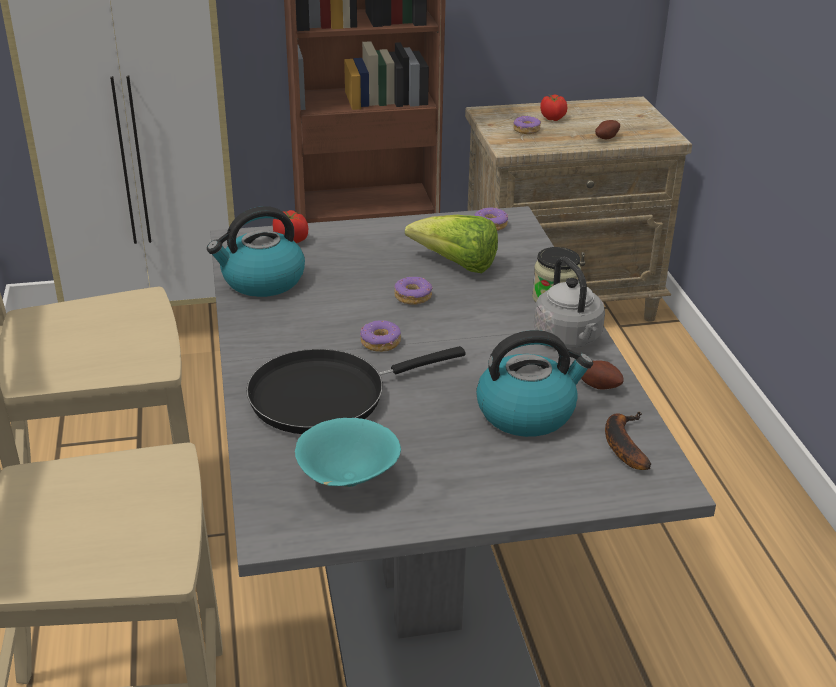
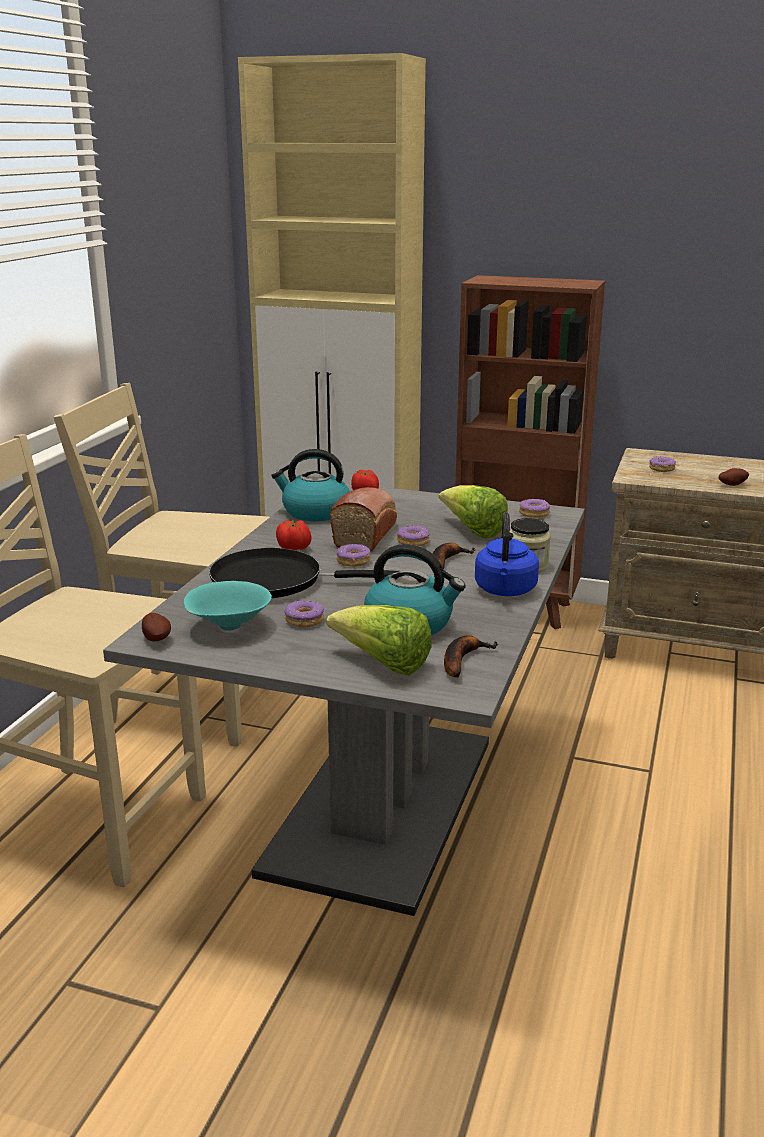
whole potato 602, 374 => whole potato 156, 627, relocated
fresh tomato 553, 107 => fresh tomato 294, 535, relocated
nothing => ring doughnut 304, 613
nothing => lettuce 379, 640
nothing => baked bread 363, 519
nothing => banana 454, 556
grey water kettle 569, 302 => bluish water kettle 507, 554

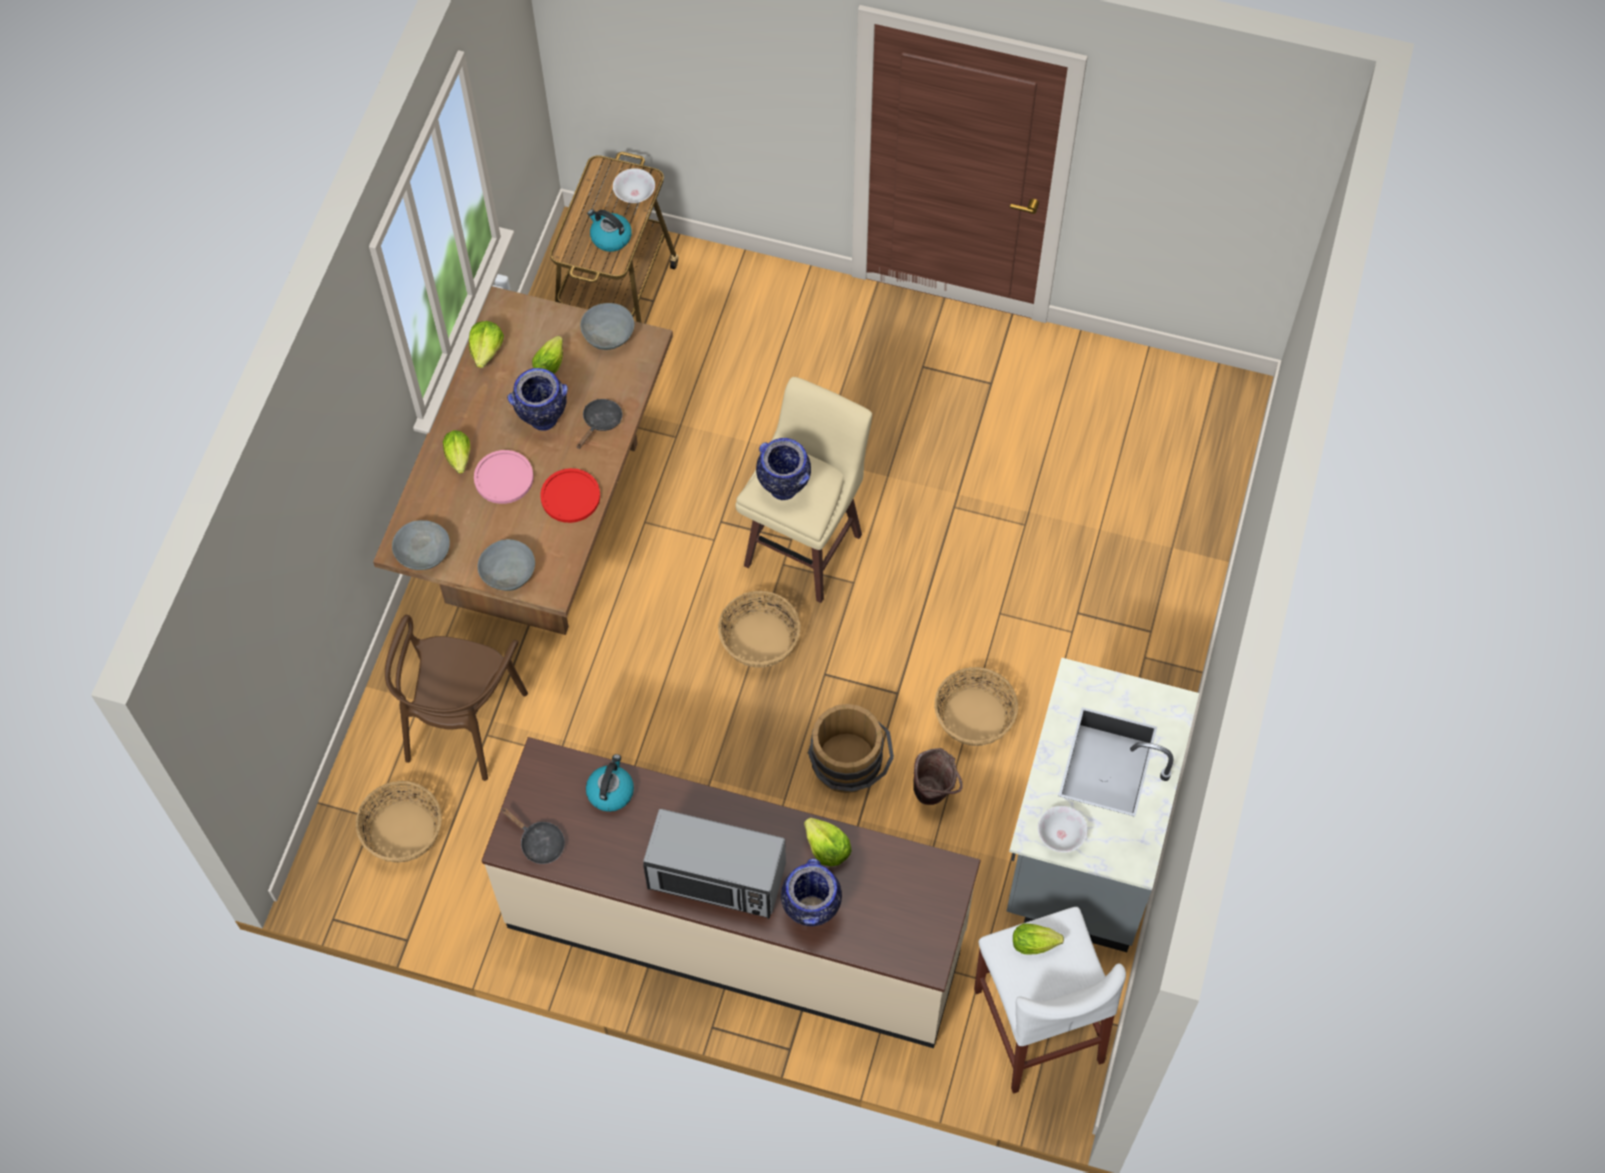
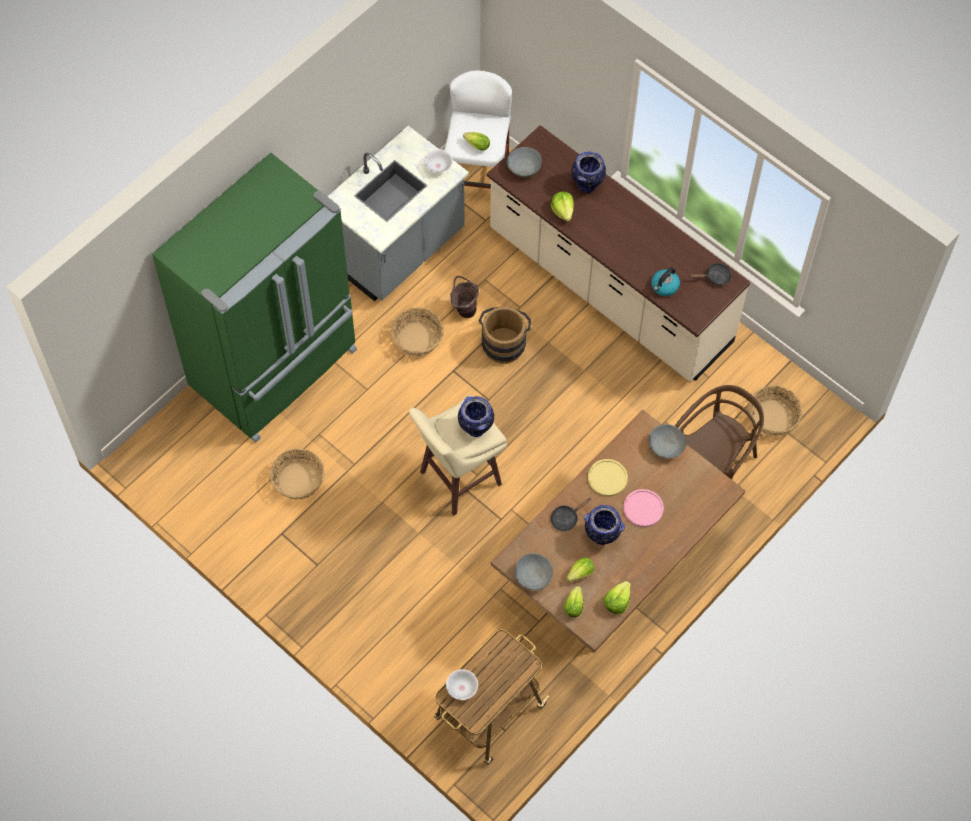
nothing => greenish refrigerator 254, 298
household basket 759, 629 => household basket 297, 474, relocated
grey serving bowl 421, 545 => grey serving bowl 524, 162, relocated
lettuce 456, 452 => lettuce 573, 601, relocated
red-coloured dinner plate 570, 495 => yellow-coloured dinner plate 608, 478
blackish frying pan 533, 836 => blackish frying pan 710, 274, 105 degrees clockwise
water kettle 609, 230 => nothing
microwave 714, 864 => nothing

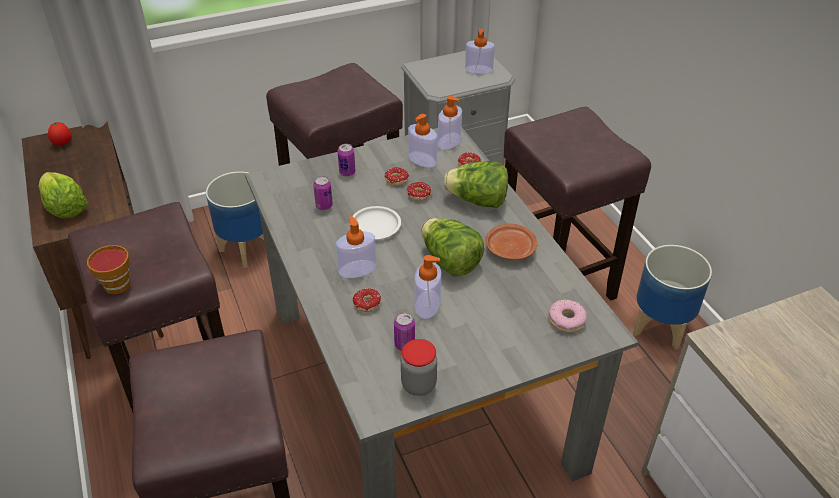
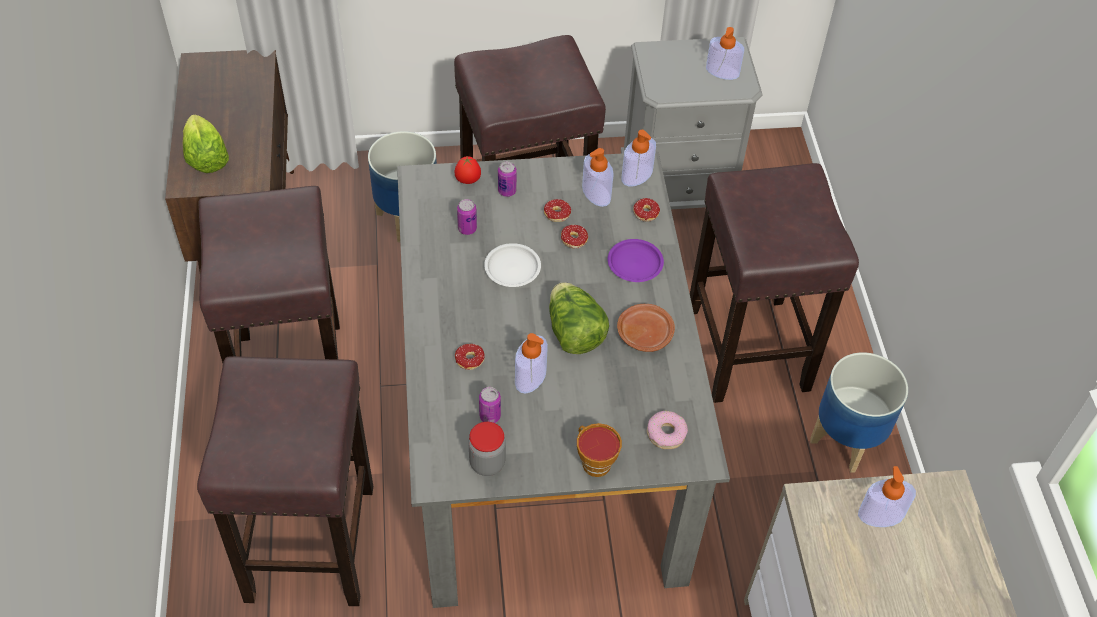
fresh tomato 60, 133 => fresh tomato 468, 170, relocated
cup 108, 269 => cup 599, 450, relocated
lettuce 476, 184 => purple dinner plate 636, 260
soap bottle 356, 247 => soap bottle 887, 496, relocated

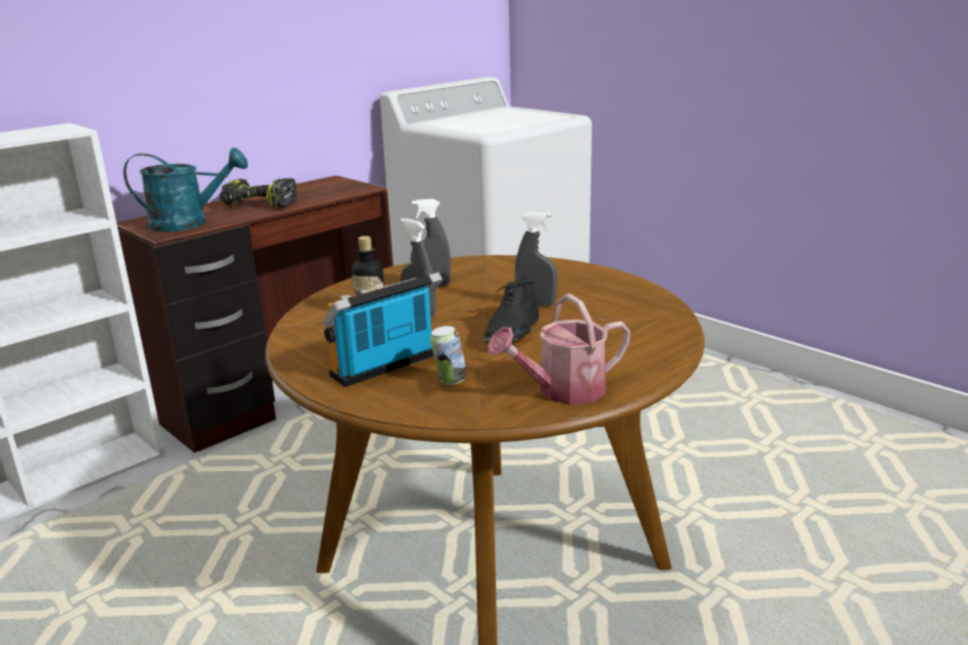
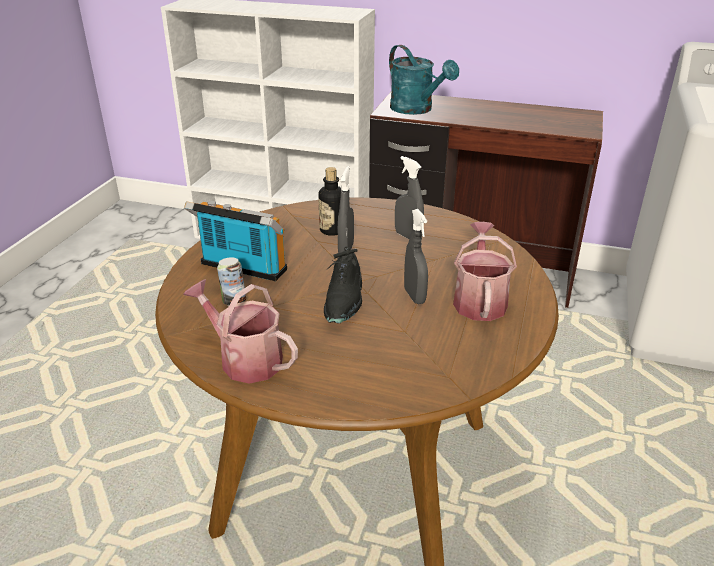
blackish item of footwear 511, 310 => blackish item of footwear 343, 285, 75 degrees counterclockwise
nothing => sprinkling can 485, 271
electric drill 258, 193 => nothing

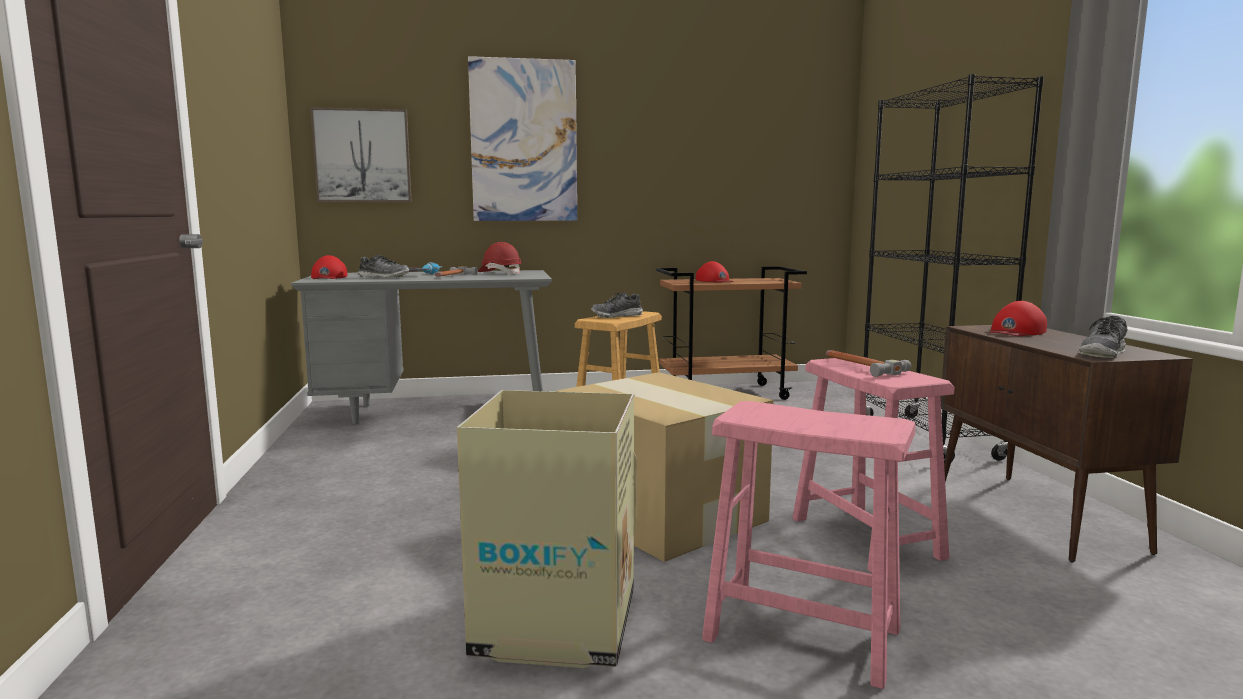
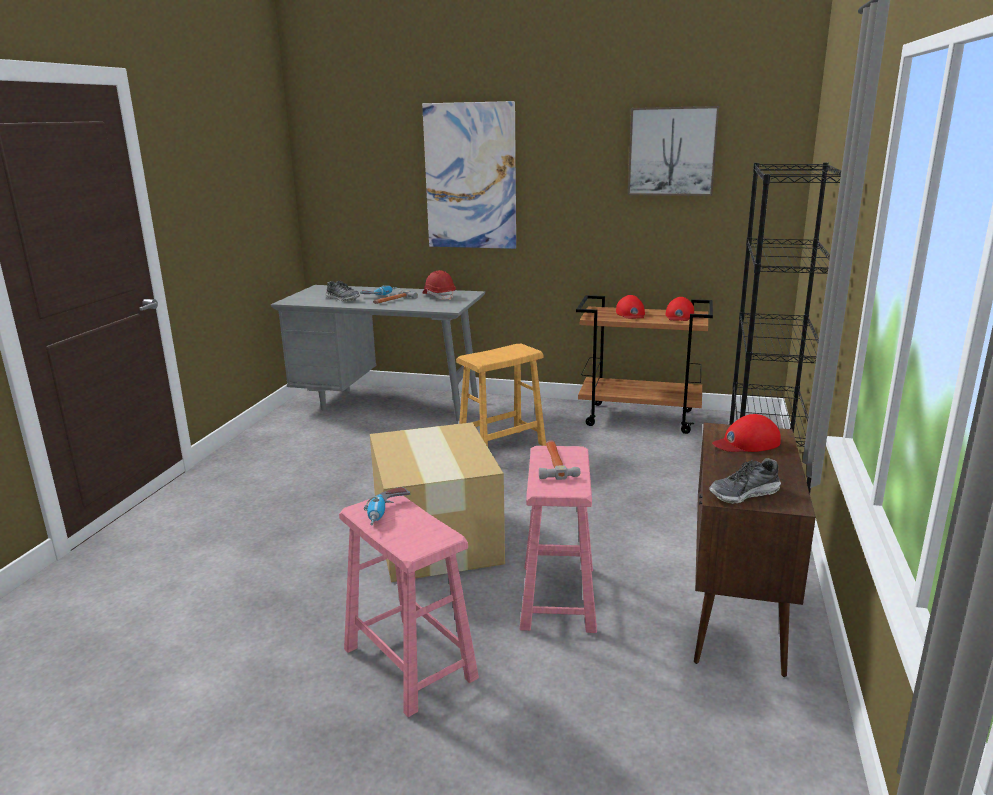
nothing => electric drill 387, 506
wall picture 361, 154 => wall picture 673, 151, relocated
red-coloured peaked cap 329, 267 => red-coloured peaked cap 679, 309, relocated
cardboard box 547, 529 => nothing
item of footwear 617, 305 => nothing

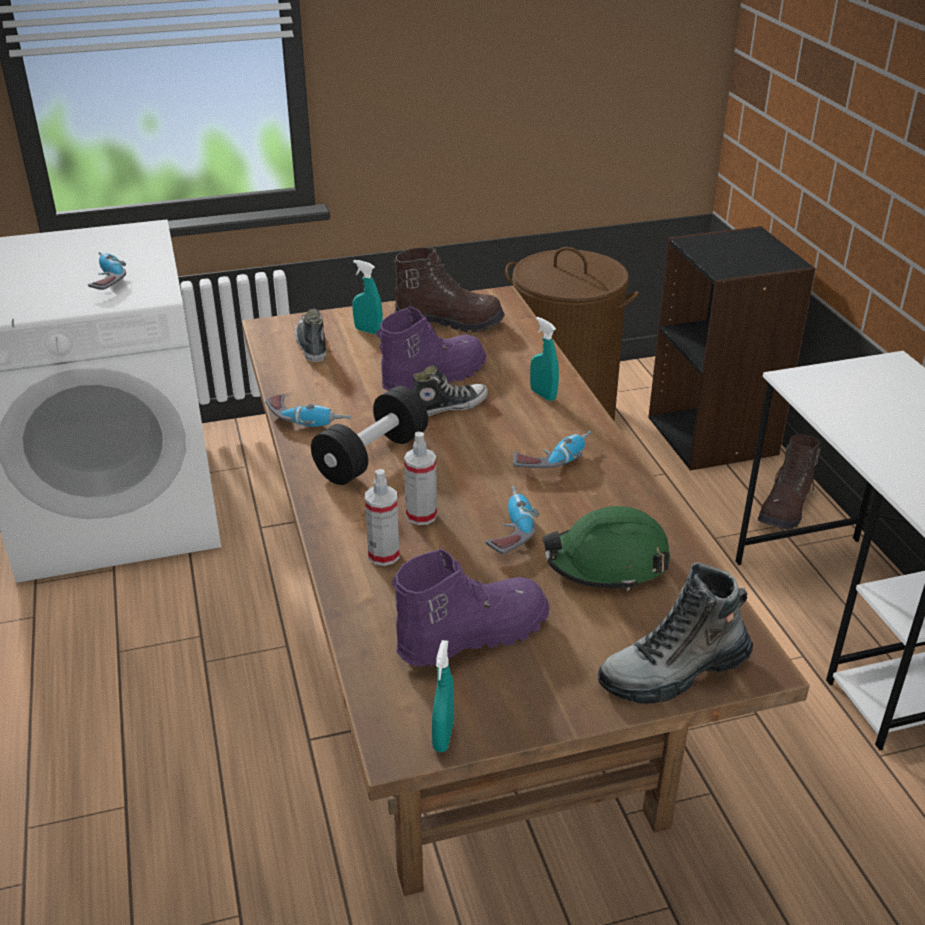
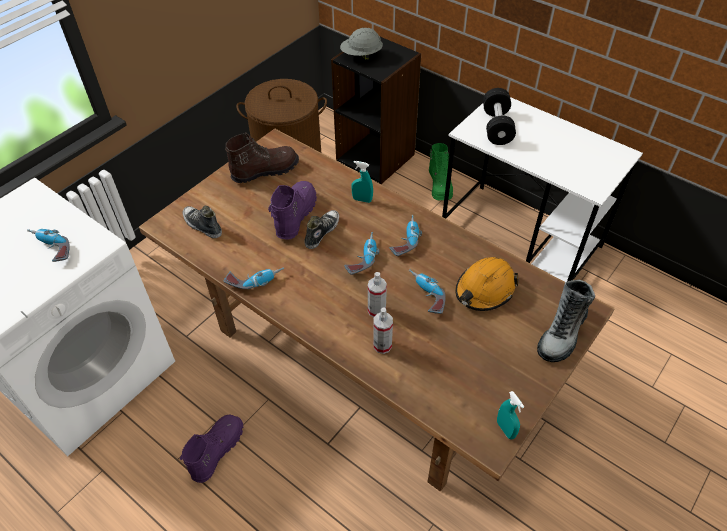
purple high-top boot 471, 608 => purple high-top boot 211, 449, relocated
nothing => grey work helmet 361, 44
nothing => electric drill 362, 253
brownish high-top boot 790, 482 => greenish high-top boot 441, 171
greenish work helmet 606, 548 => orange-coloured work helmet 487, 284
blackish free weight 369, 435 => blackish free weight 499, 116, relocated
blue-green spray bottle 367, 297 => nothing

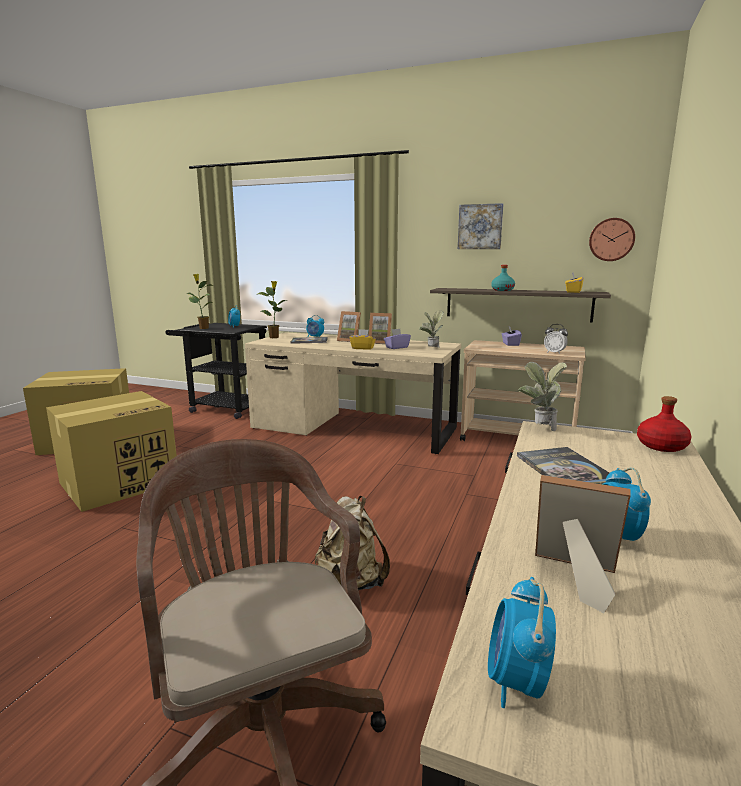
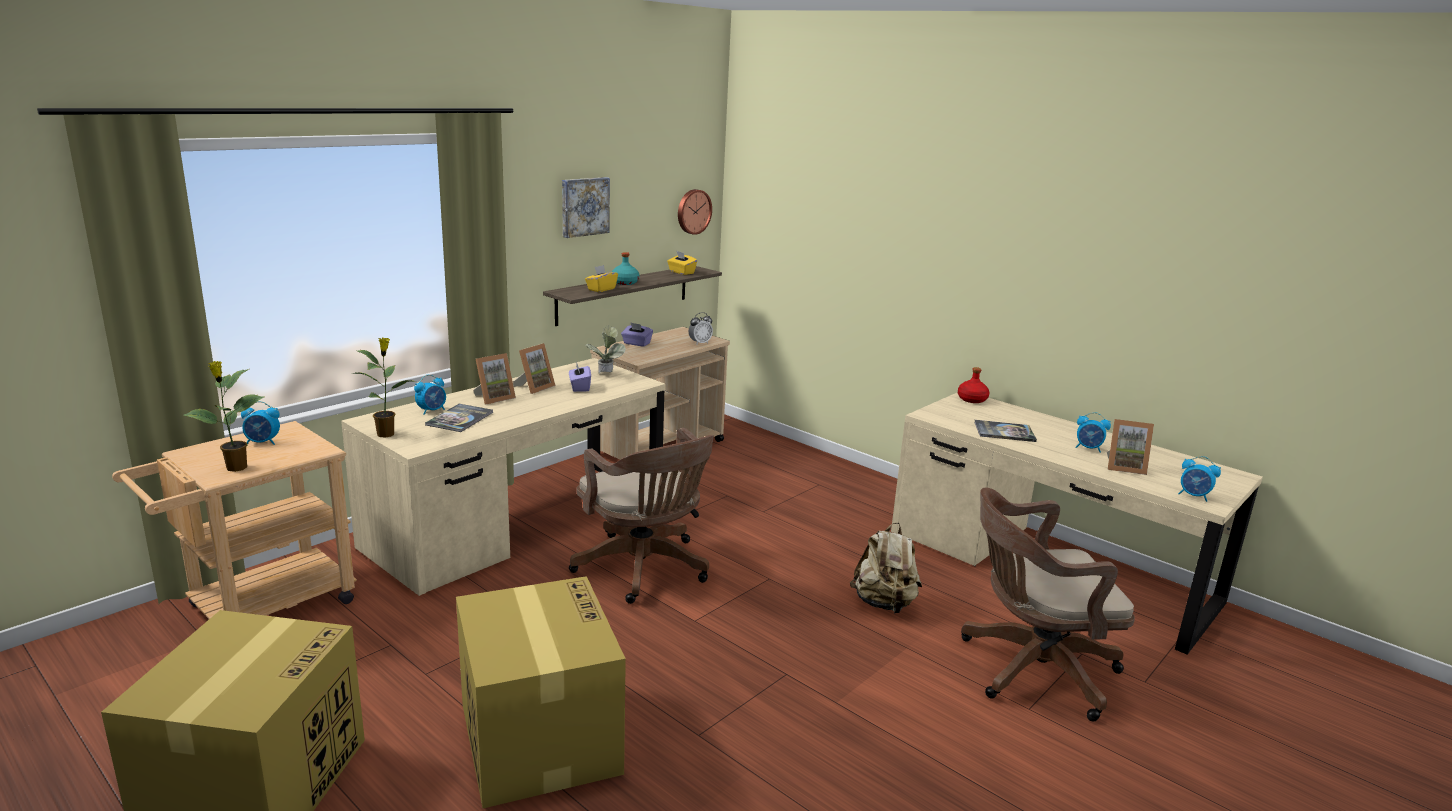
blackish wheeled cart 216, 371 => sand-coloured wheeled cart 234, 520
nothing => brownish computer chair 641, 516
yellow-coloured box of tissues 363, 339 => yellow-coloured box of tissues 601, 278, relocated
photo frame 583, 544 => photo frame 1130, 447, 120 degrees counterclockwise
plant in a pot 542, 396 => nothing

